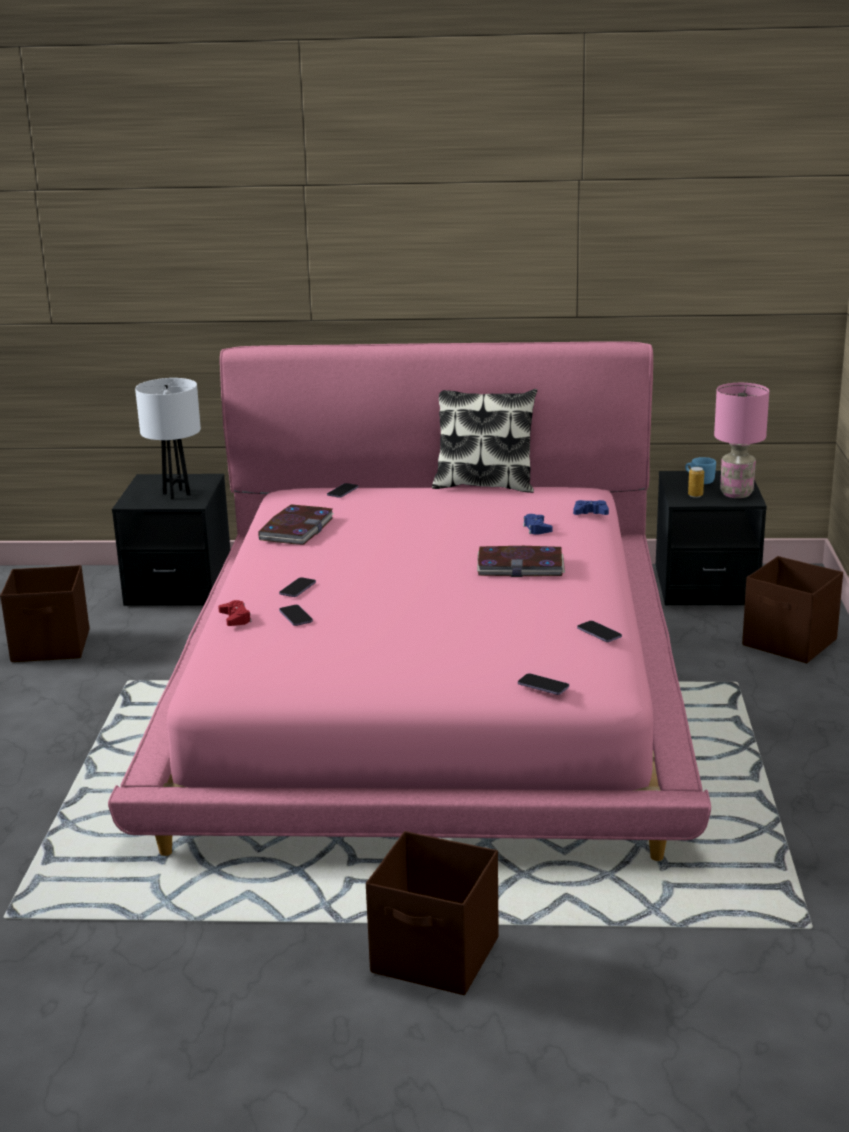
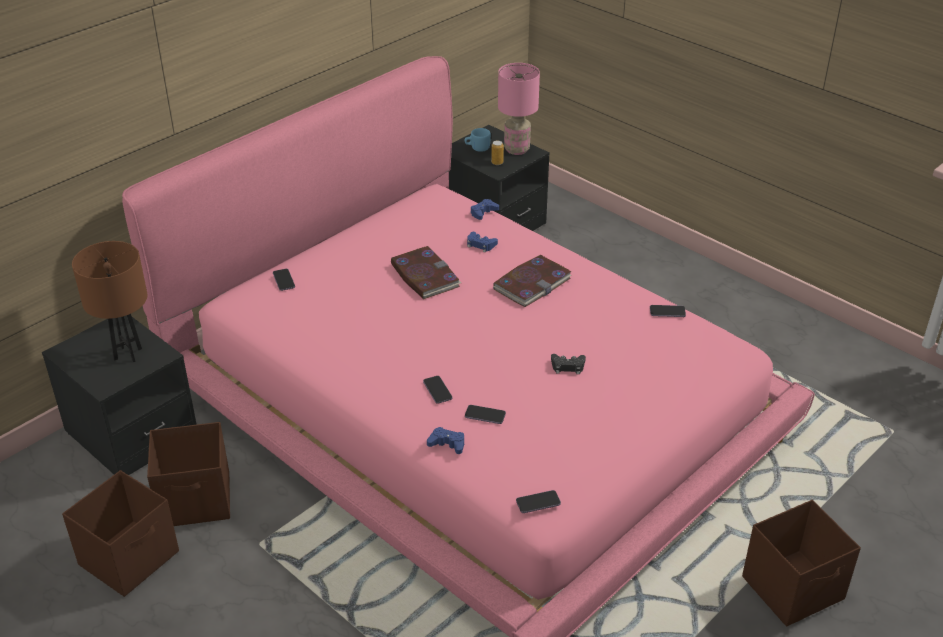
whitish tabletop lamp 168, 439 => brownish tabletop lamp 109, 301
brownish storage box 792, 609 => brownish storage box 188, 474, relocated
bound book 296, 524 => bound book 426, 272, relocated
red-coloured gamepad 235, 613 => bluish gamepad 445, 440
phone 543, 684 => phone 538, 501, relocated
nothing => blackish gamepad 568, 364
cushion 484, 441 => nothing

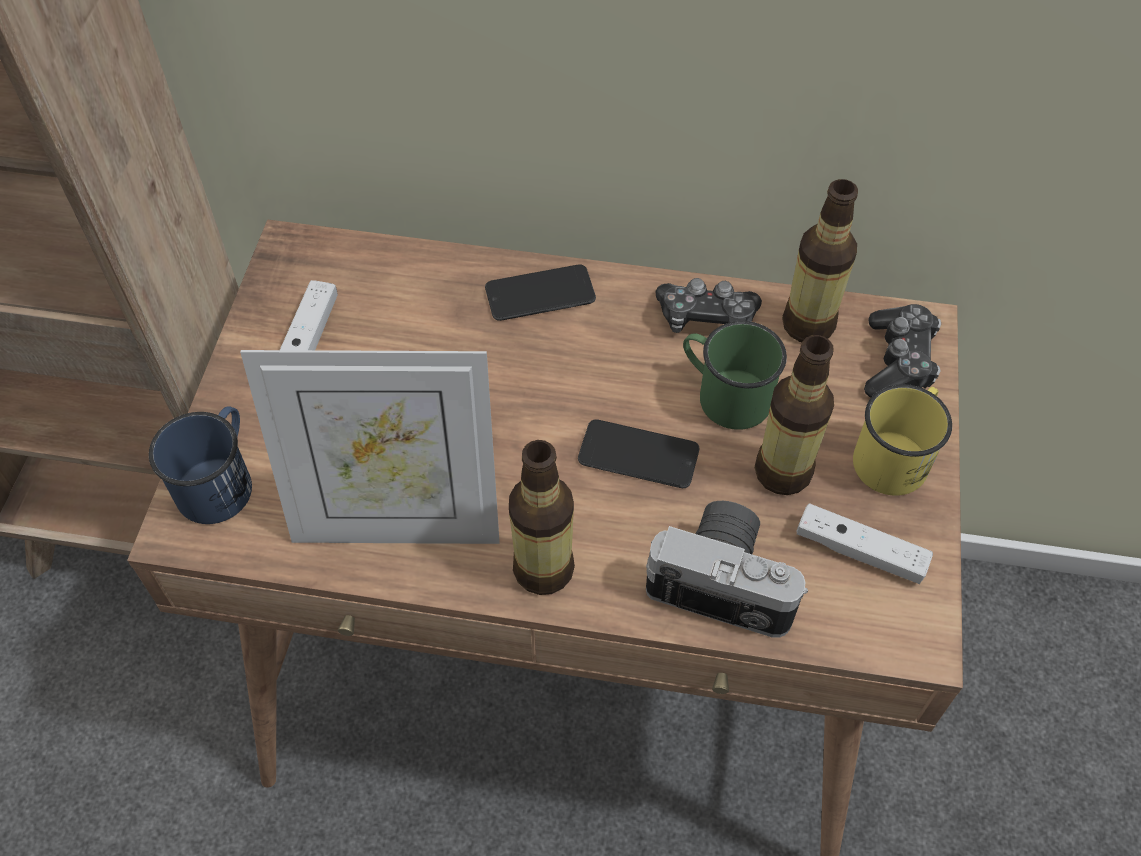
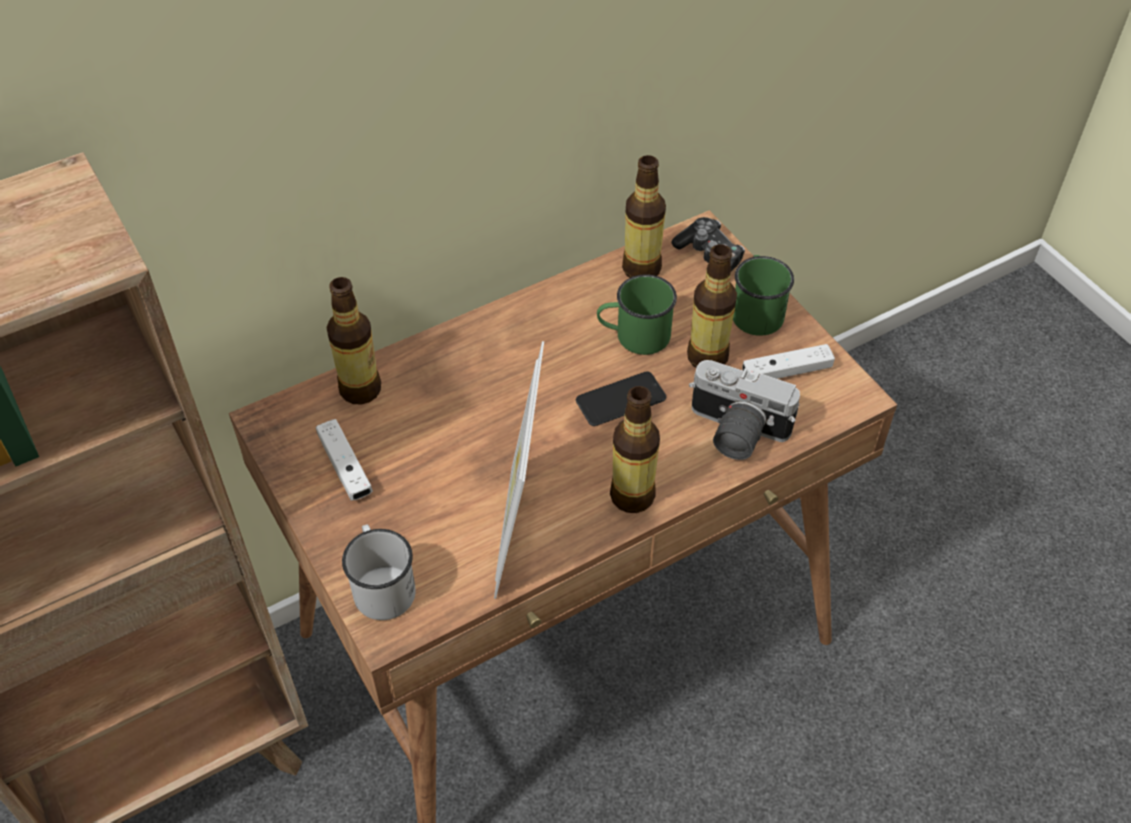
nothing => bottle 353, 341
bluish mug 200, 465 => whitish mug 379, 572
photo frame 370, 447 => photo frame 519, 470, 135 degrees clockwise
still camera 727, 569 => still camera 744, 410, 135 degrees counterclockwise
yellow-coloured mug 902, 440 => greenish mug 763, 295
phone 540, 292 => nothing
gamepad 709, 305 => nothing

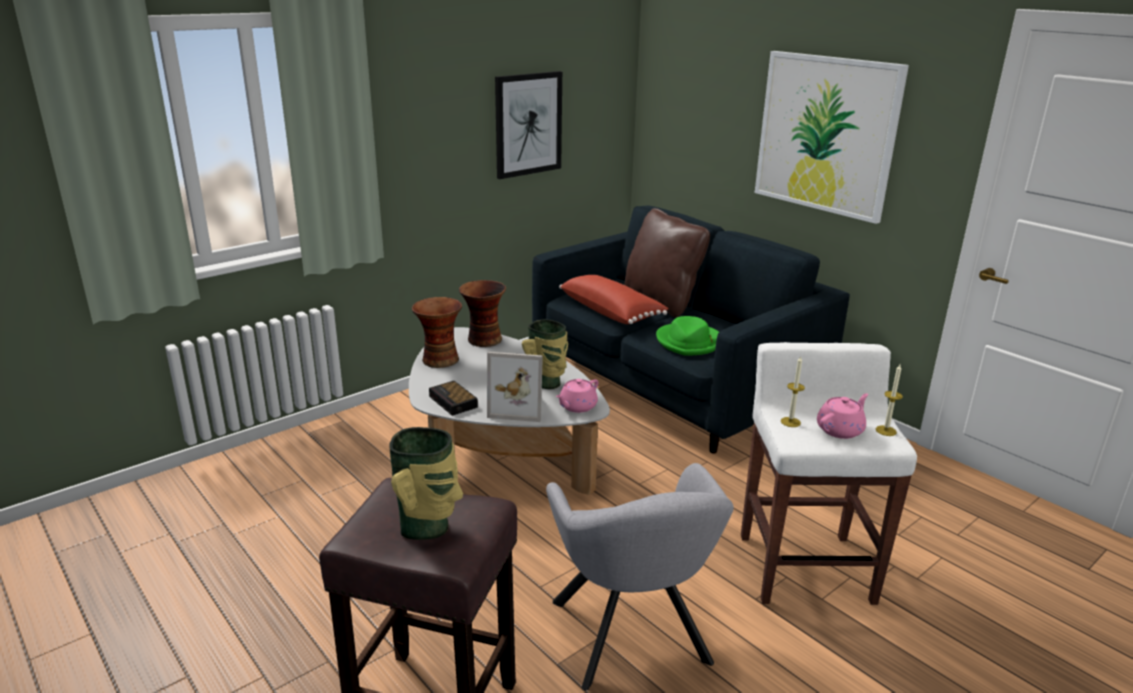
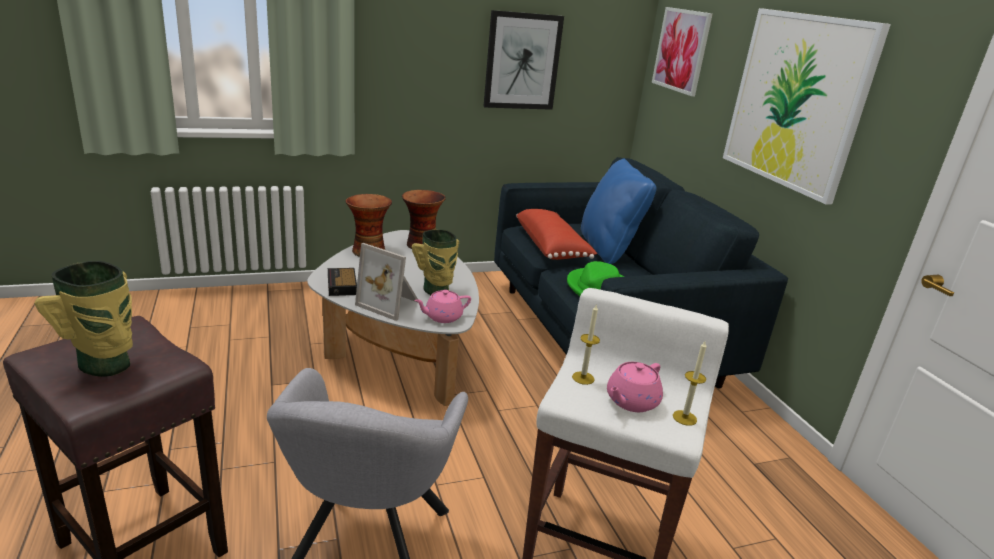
brownish cushion 667, 262 => bluish cushion 618, 211
pinkish teapot 842, 416 => pinkish teapot 635, 387, 150 degrees clockwise
nothing => wall picture 682, 51

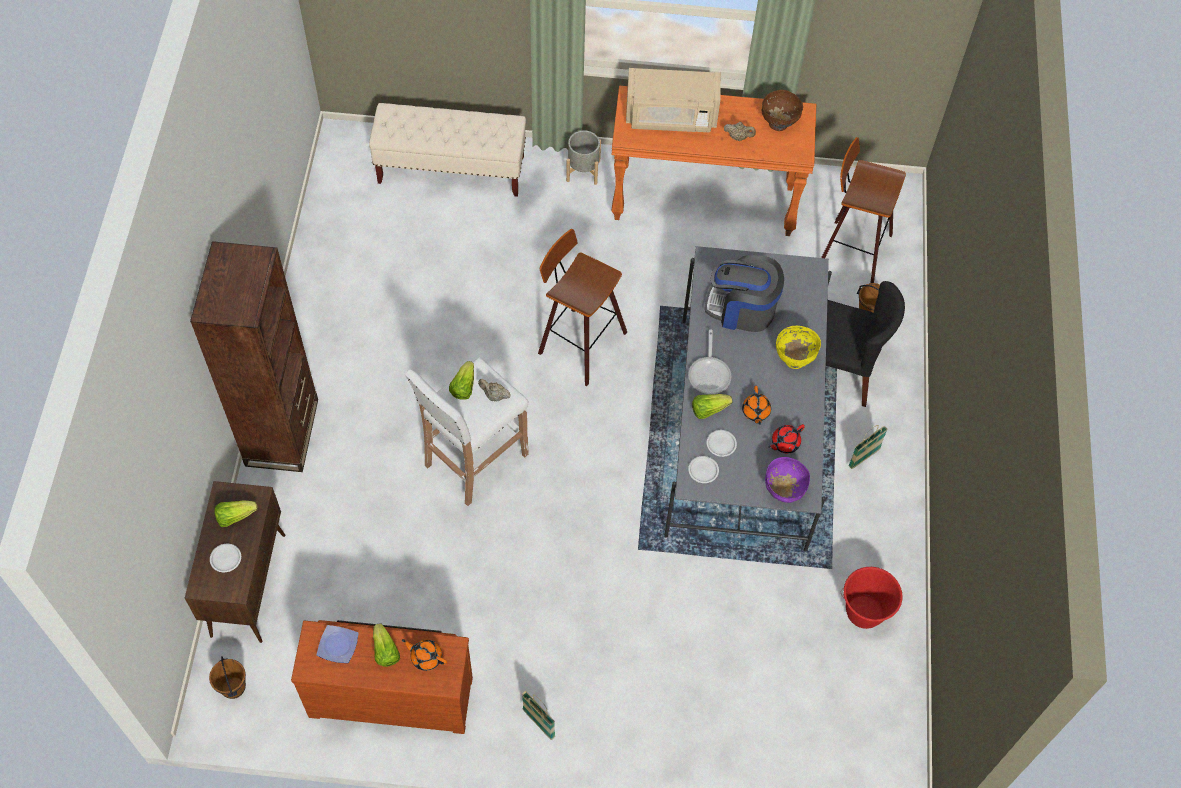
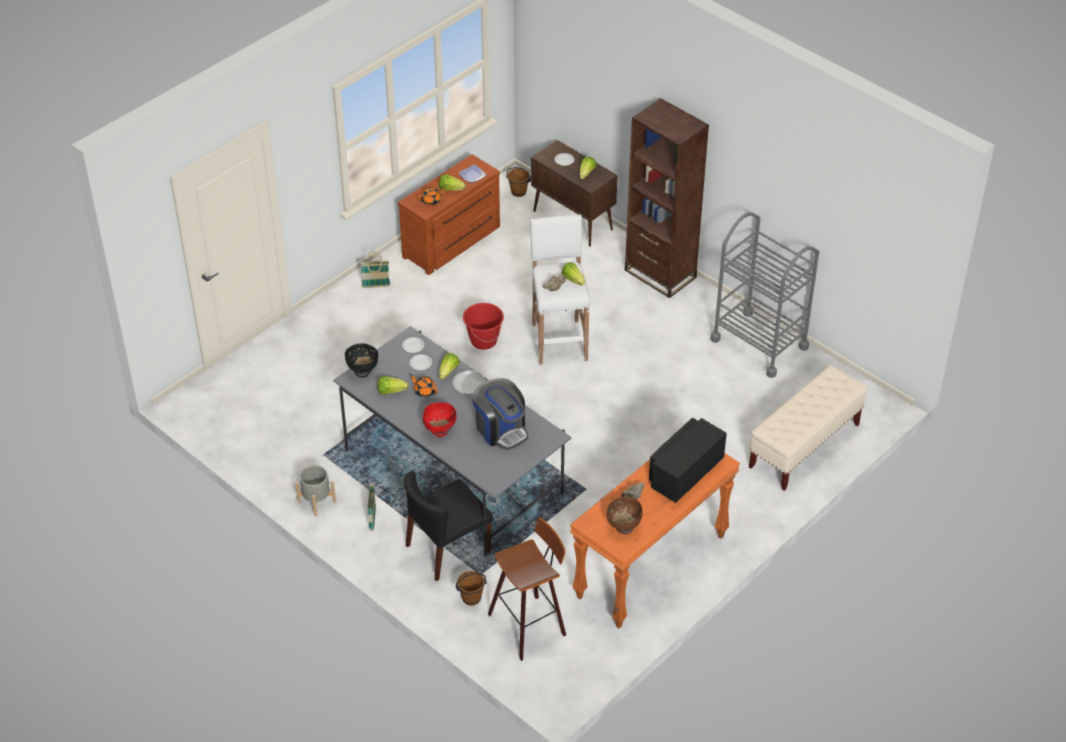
grey plant pot 583, 157 => grey plant pot 315, 491, relocated
purple serving bowl 787, 480 => blackish serving bowl 361, 360
red-coloured teapot 786, 438 => lettuce 393, 385
yellow-coloured serving bowl 798, 347 => red-coloured serving bowl 439, 419
red-coloured bucket 872, 598 => red-coloured bucket 483, 326, relocated
coffee brewer 744, 293 => coffee brewer 500, 414, 90 degrees clockwise
sand-coloured microwave 673, 100 => blackish microwave 688, 460
nothing => grey wheeled cart 764, 295
stool seat 582, 307 => nothing

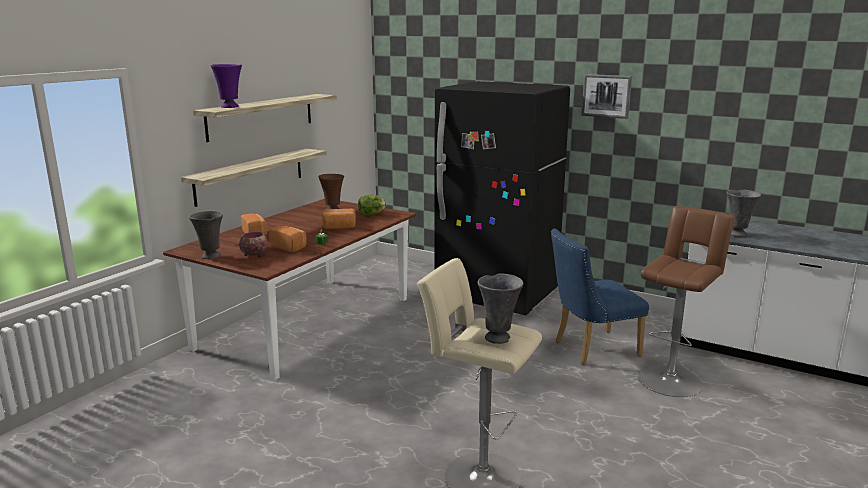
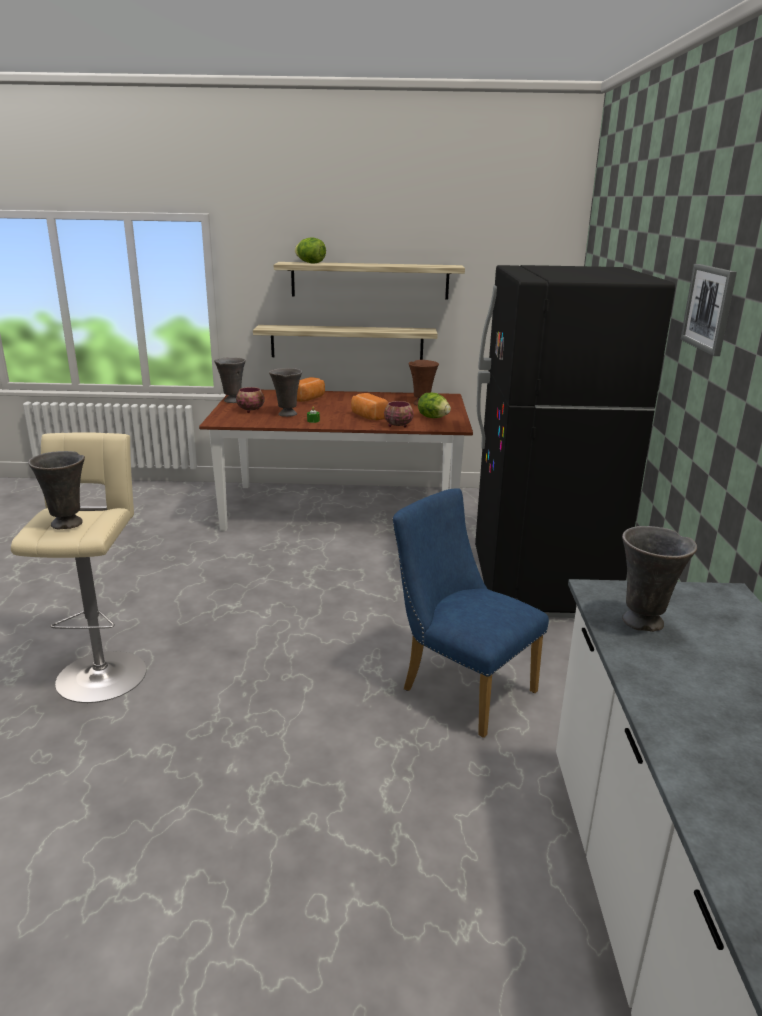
baked bread 288, 239 => grey flower vase 285, 392
purple flower vase 226, 86 => lettuce 310, 251
nothing => serving bowl 399, 414
brownish stool seat 686, 301 => nothing

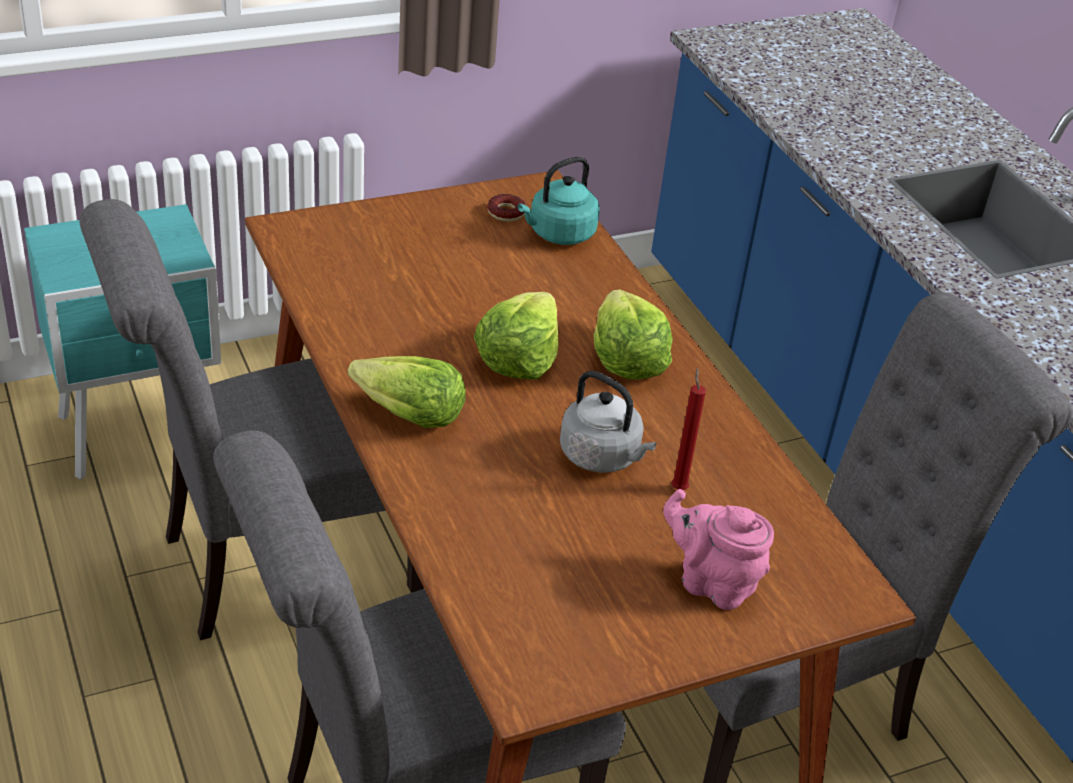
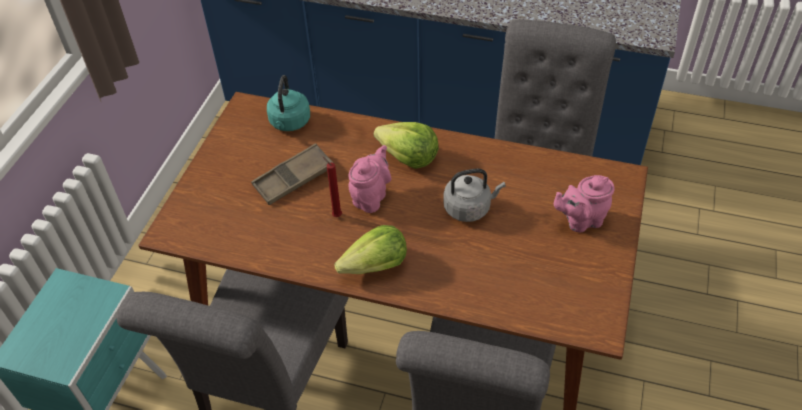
nothing => brownish serving tray 292, 174
red-coloured wax light 688, 429 => red-coloured wax light 332, 186, relocated
lettuce 516, 336 => pinkish teapot 369, 179
ring doughnut 506, 208 => nothing

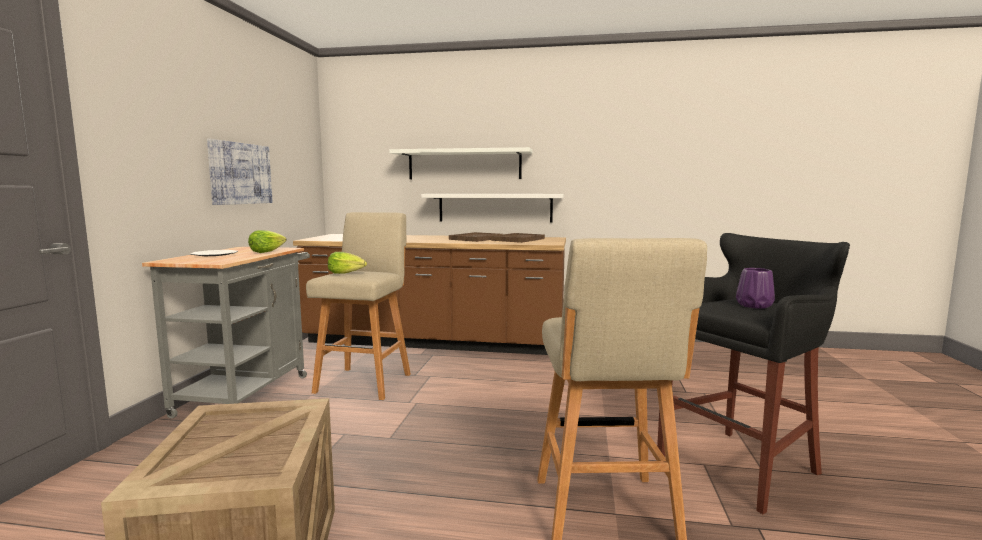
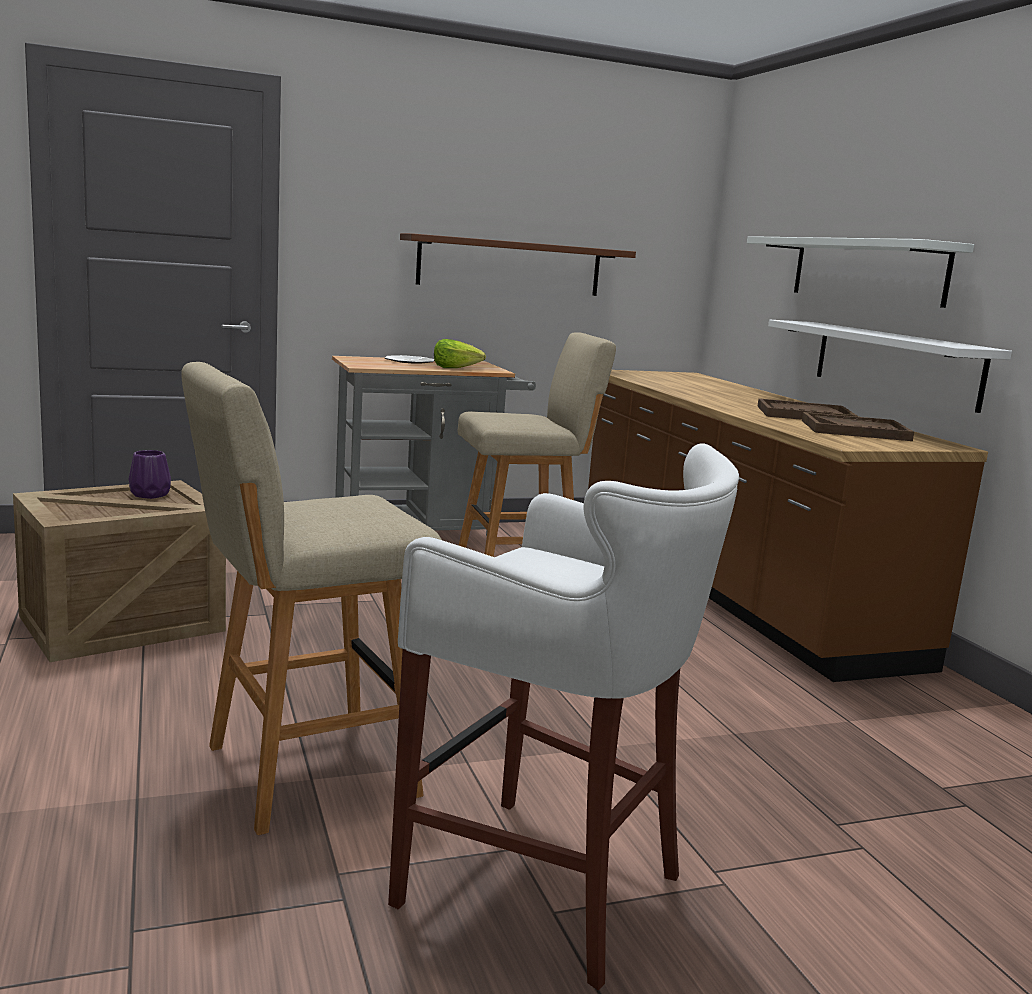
purple flower vase 755, 288 => purple flower vase 149, 474, relocated
blackish stool seat 753, 373 => whitish stool seat 563, 716
wall picture 240, 172 => brownish wall shelf 518, 264
lettuce 347, 263 => nothing

